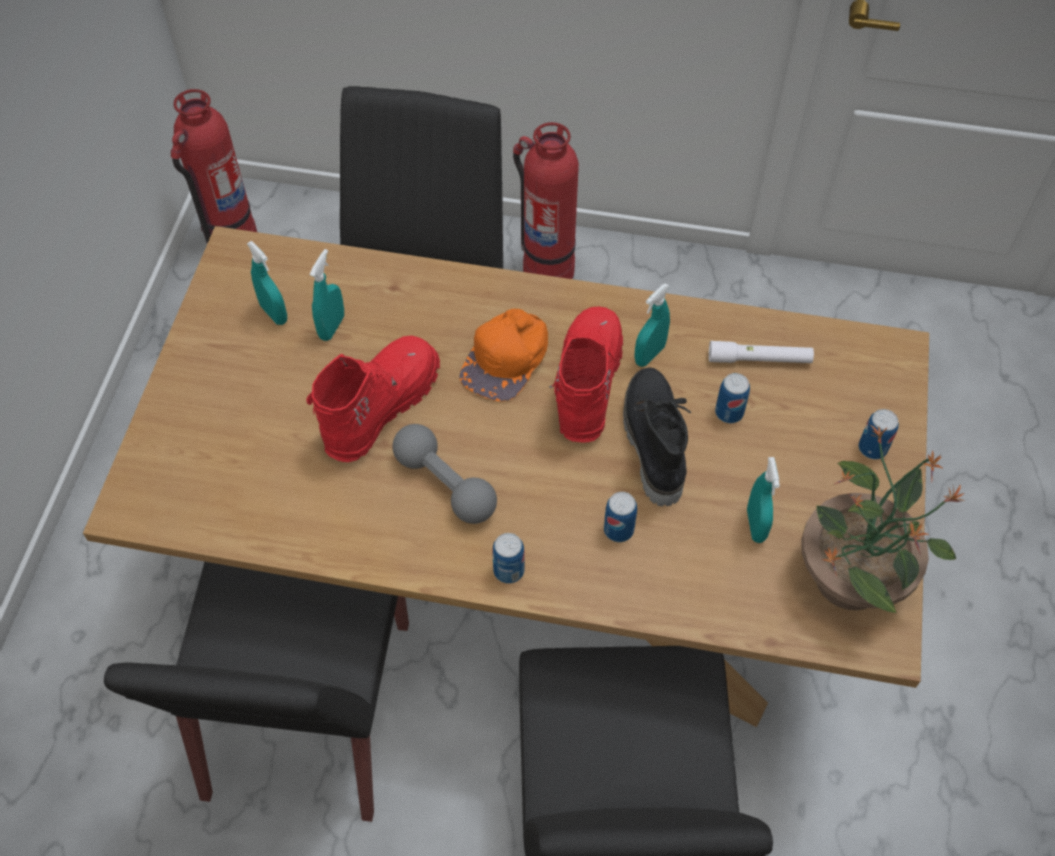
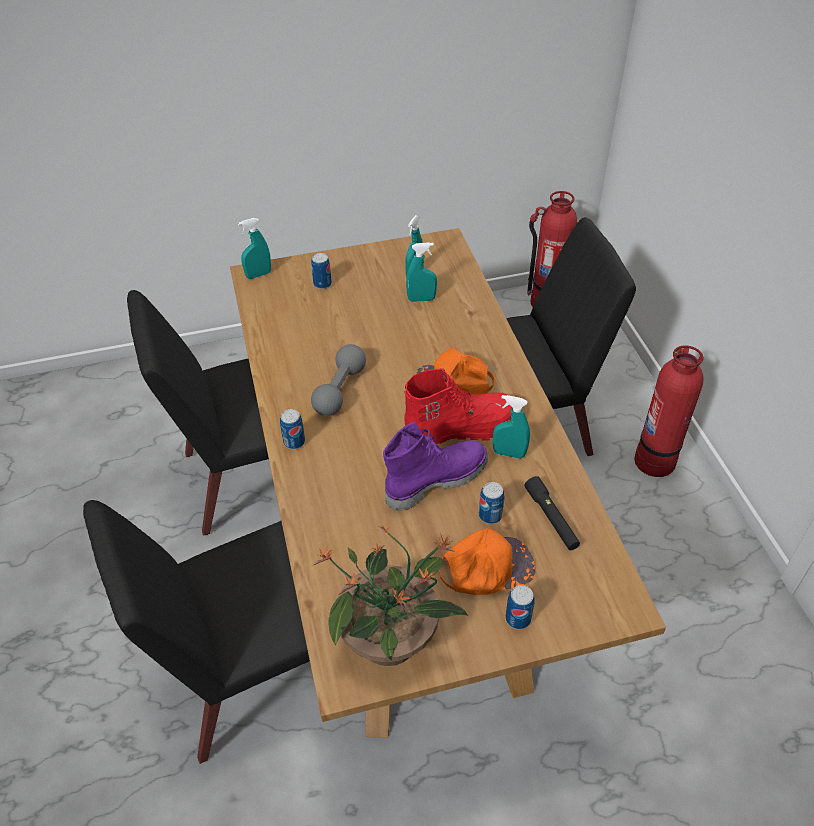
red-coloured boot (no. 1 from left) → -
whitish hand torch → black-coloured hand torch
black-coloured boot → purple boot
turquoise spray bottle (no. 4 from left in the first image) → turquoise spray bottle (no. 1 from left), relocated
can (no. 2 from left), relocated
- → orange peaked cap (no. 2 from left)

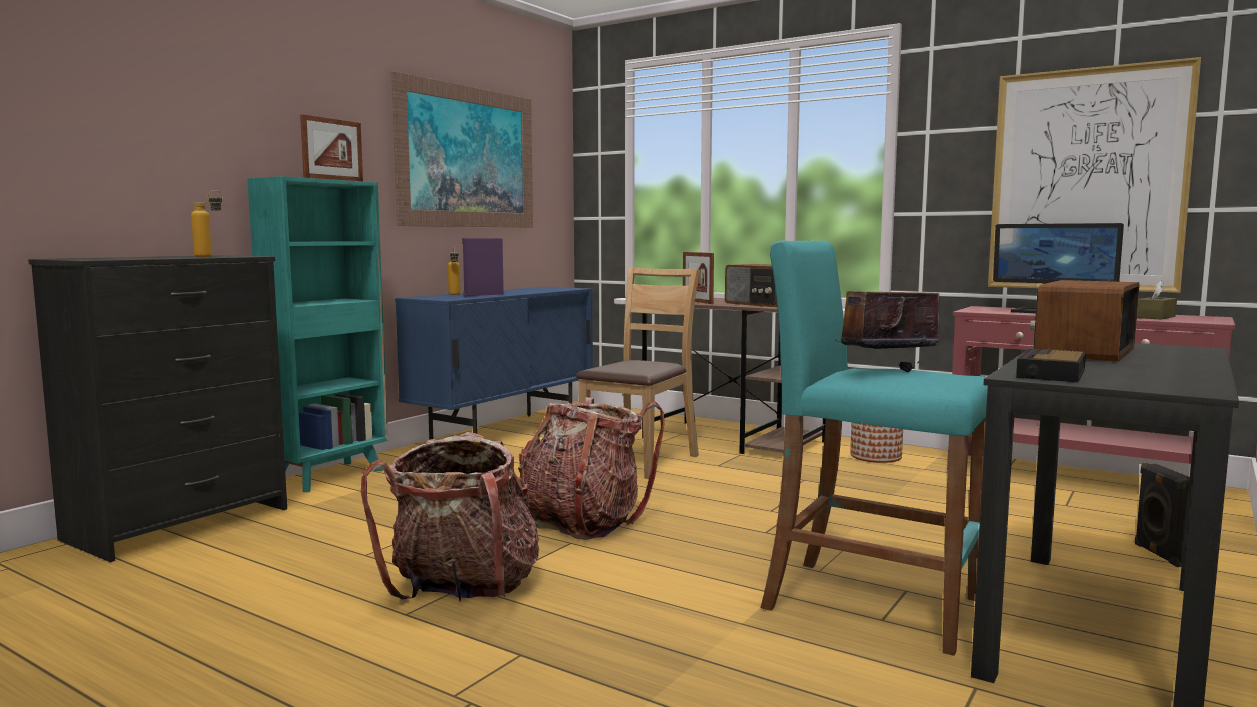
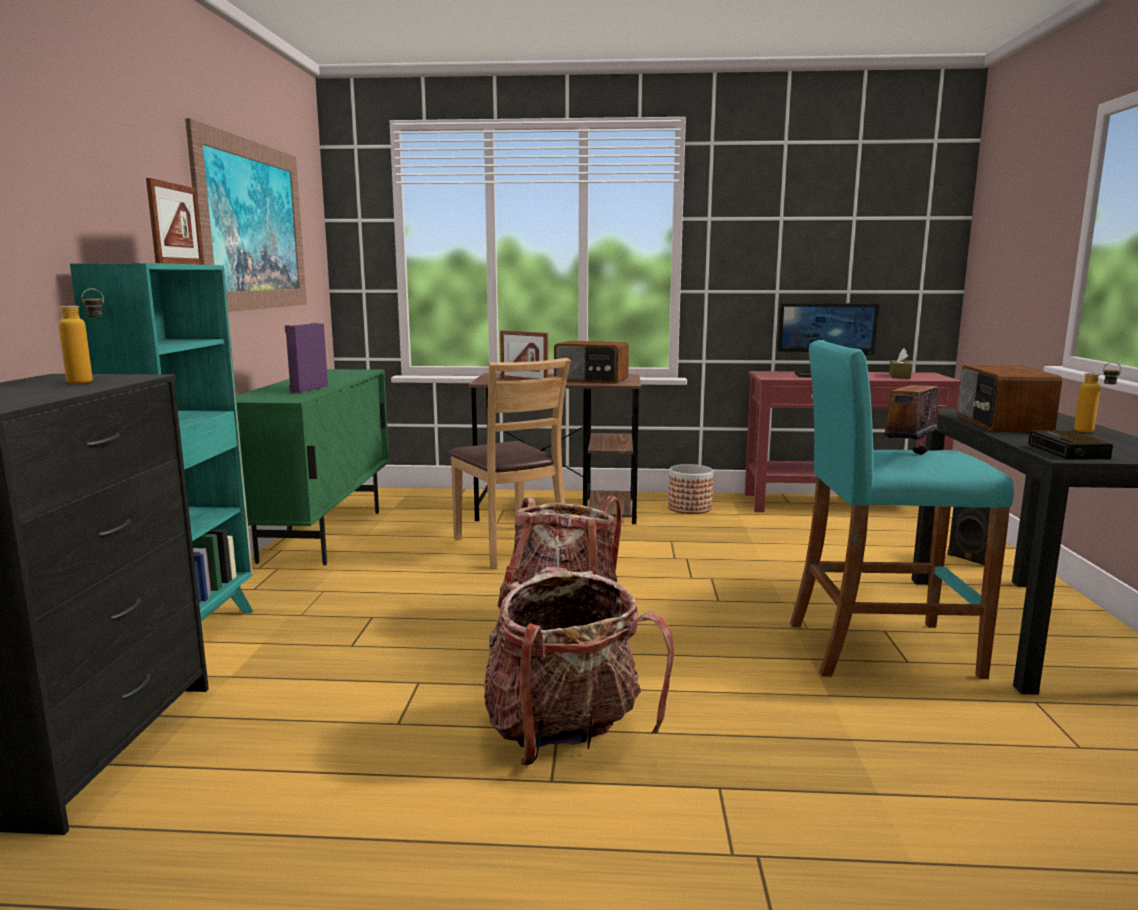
wall art (no. 2 from left) → -
drink bottle (no. 2 from left), relocated
brownish upright chair, 150 degrees clockwise
blue-coloured cabinet → green-coloured cabinet

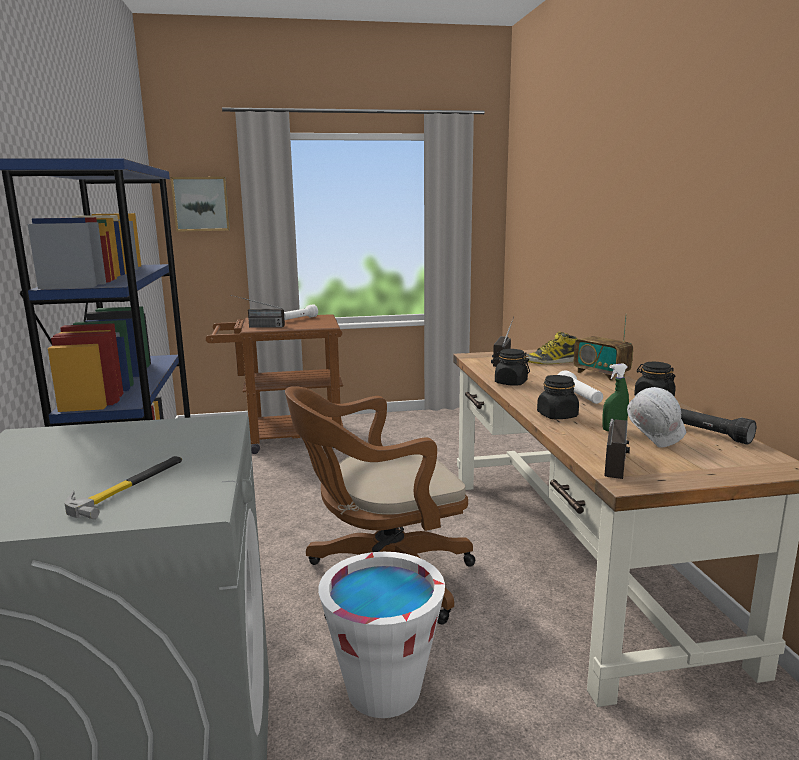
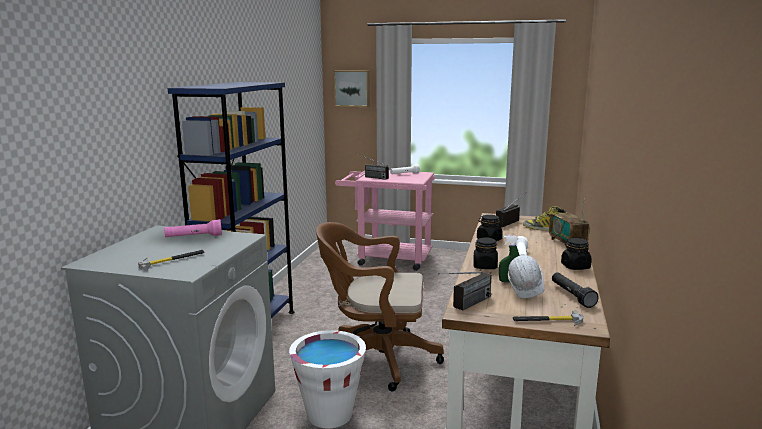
brownish trolley → pink-coloured trolley
- → pink-coloured hand torch
- → tool hammer (no. 2 from left)

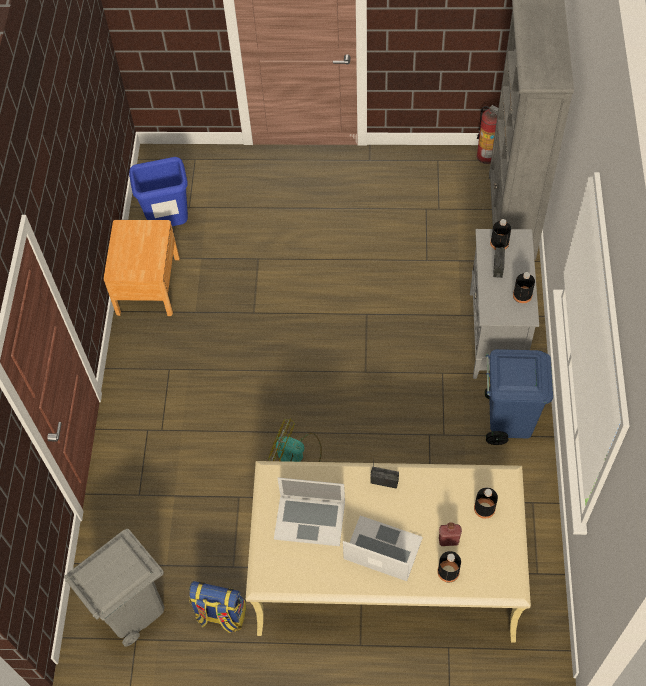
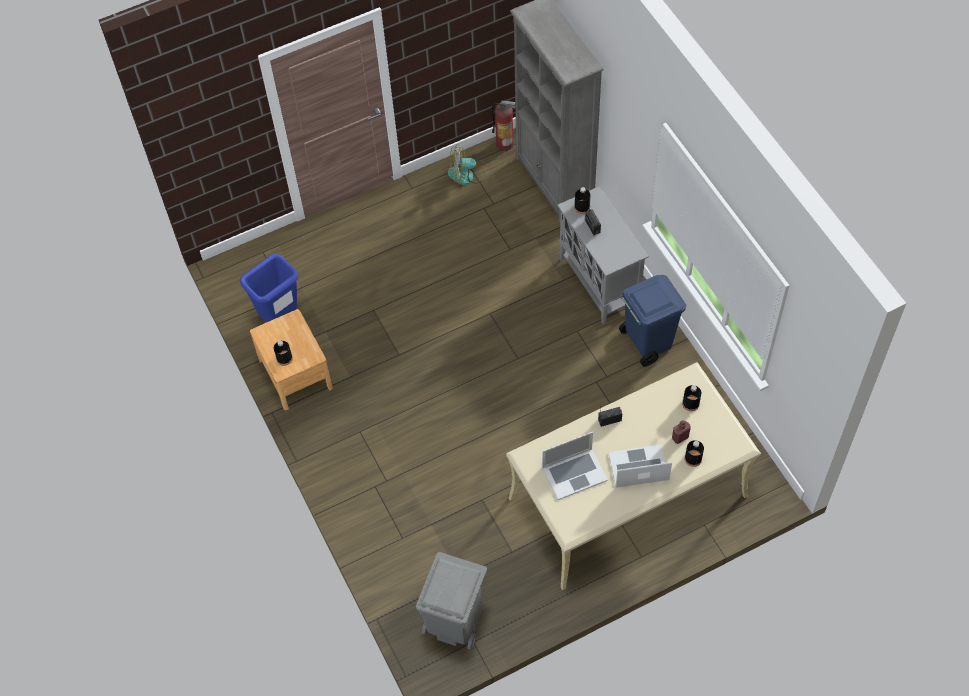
black-coloured drink bottle (no. 4 from left in the first image) → black-coloured drink bottle (no. 1 from left), relocated
fan, relocated
knapsack → -

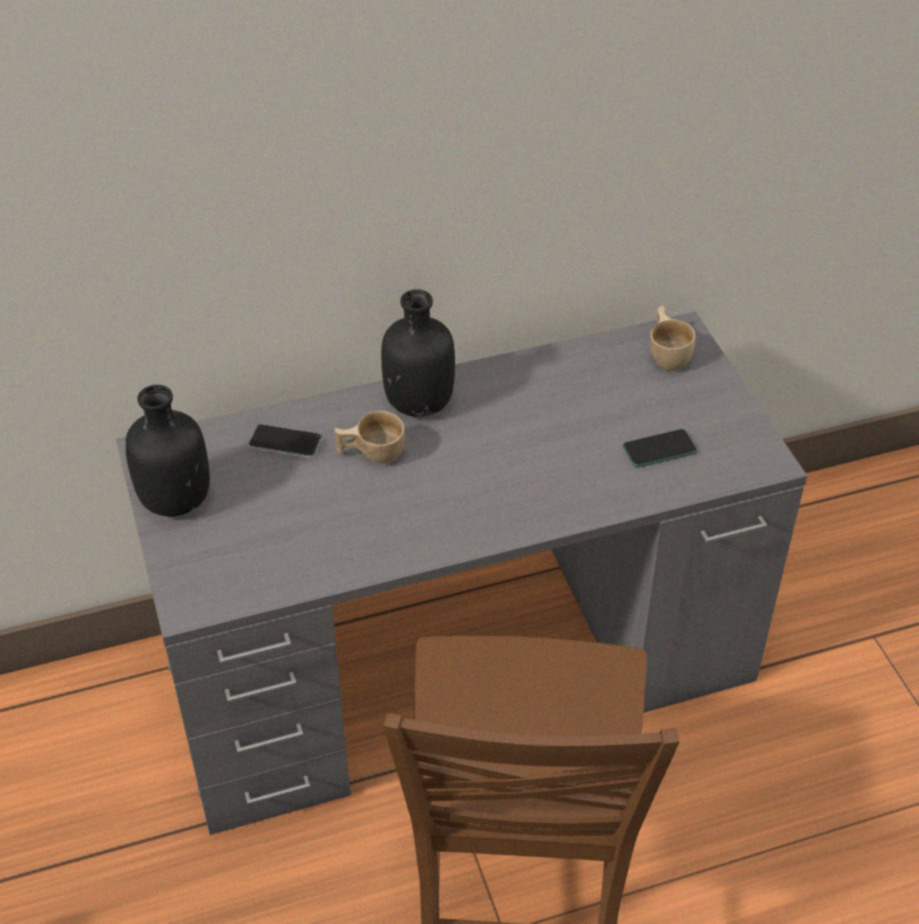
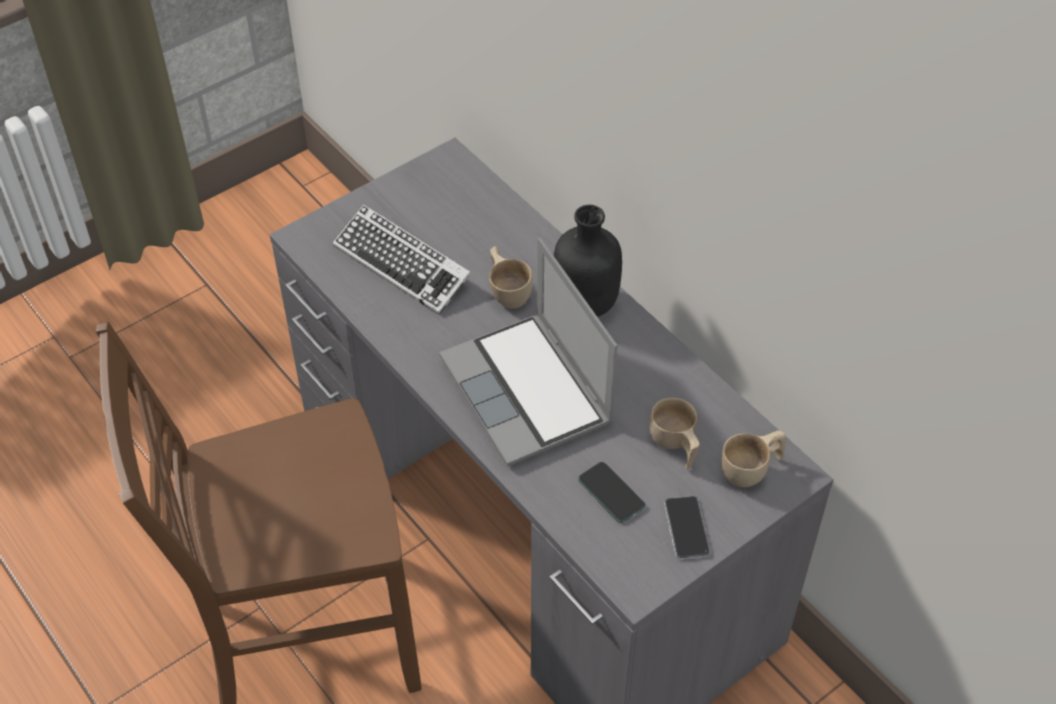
black-coloured drink bottle (no. 1 from left) → -
phone (no. 1 from left in the first image) → phone (no. 2 from left), relocated
- → PC keyboard
- → laptop
- → sand-coloured small cup (no. 2 from left)

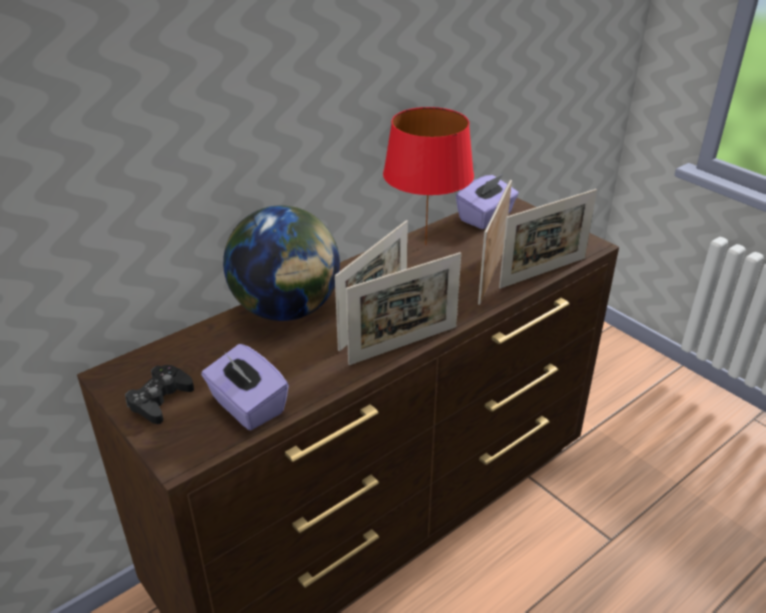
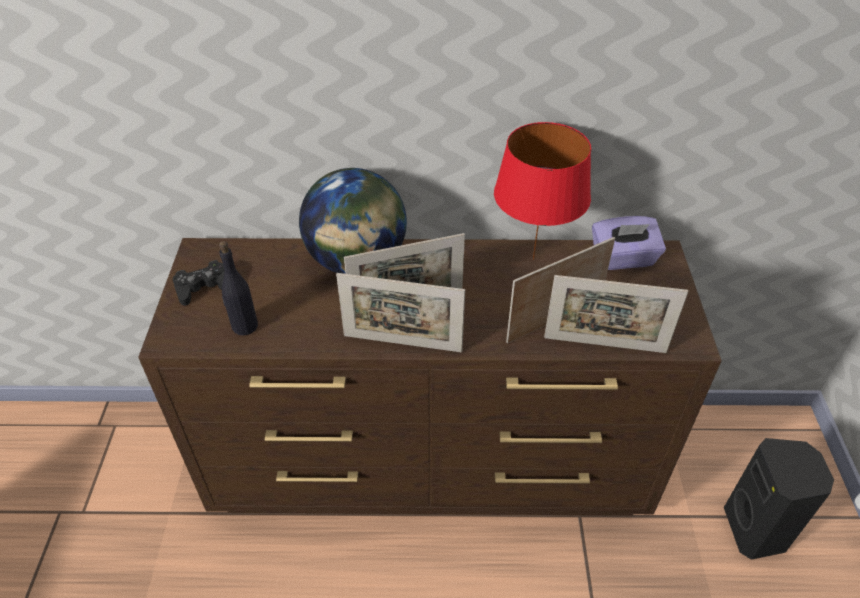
purple tissue holder (no. 1 from left) → black-coloured drink bottle
- → black-coloured audio speaker

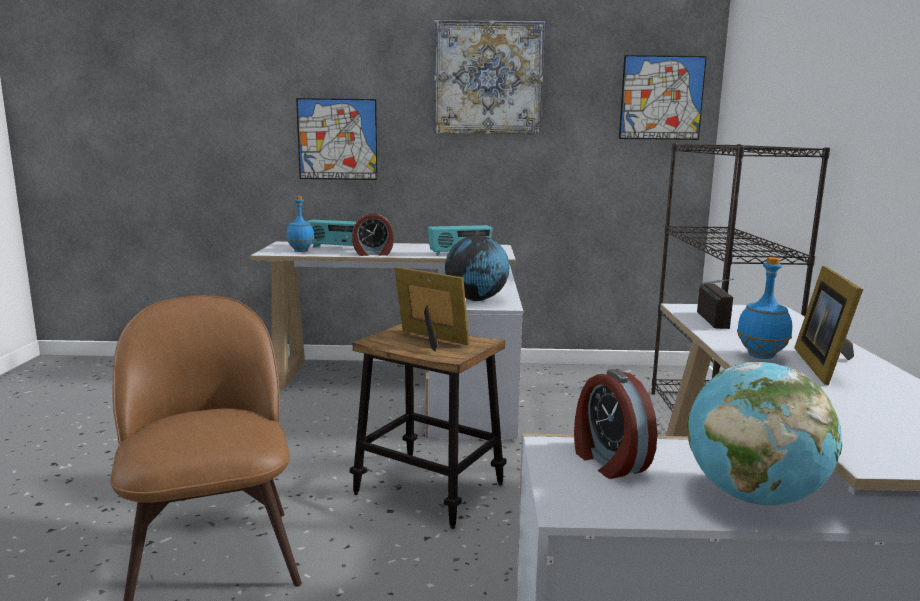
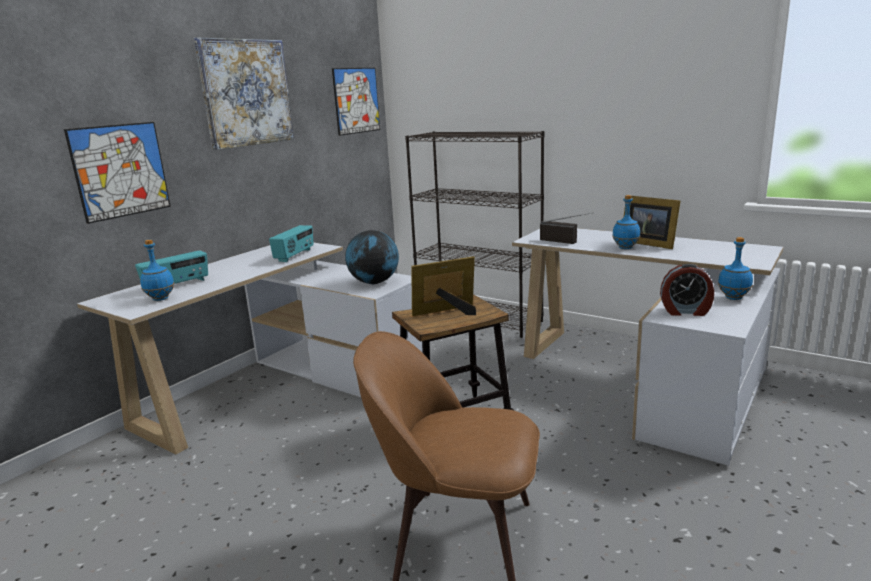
bedside clock (no. 1 from left) → -
globe (no. 2 from left) → blue-coloured drink bottle (no. 3 from left)

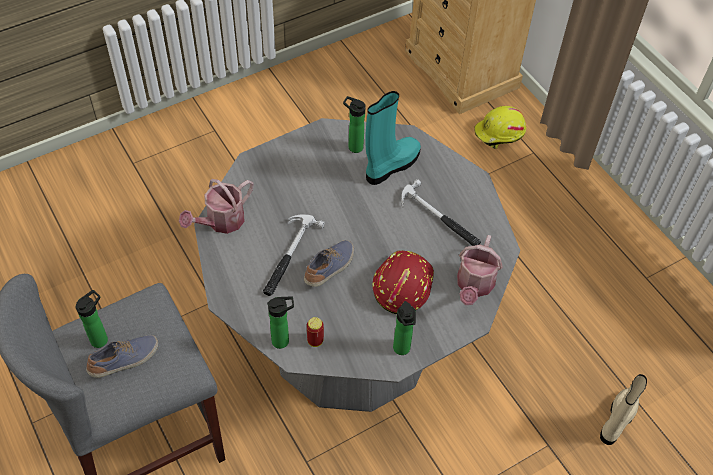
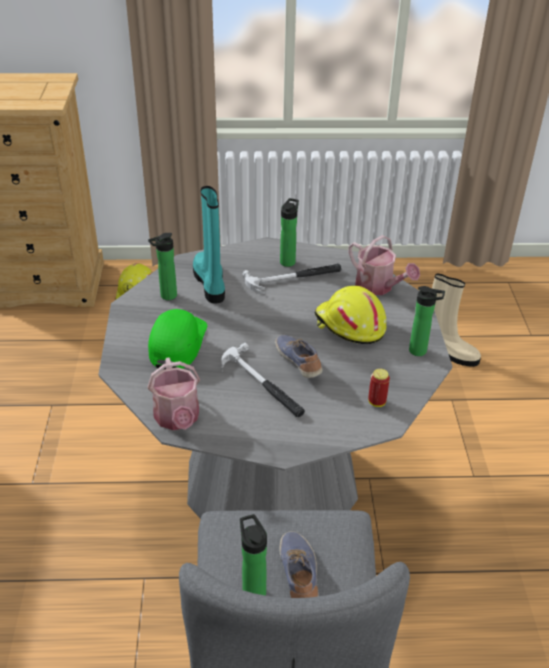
red-coloured safety helmet → yellow safety helmet (no. 2 from left)
drink bottle (no. 2 from left in the first image) → drink bottle (no. 3 from left), relocated
sand-coloured boot, 150 degrees clockwise
- → green-coloured peaked cap

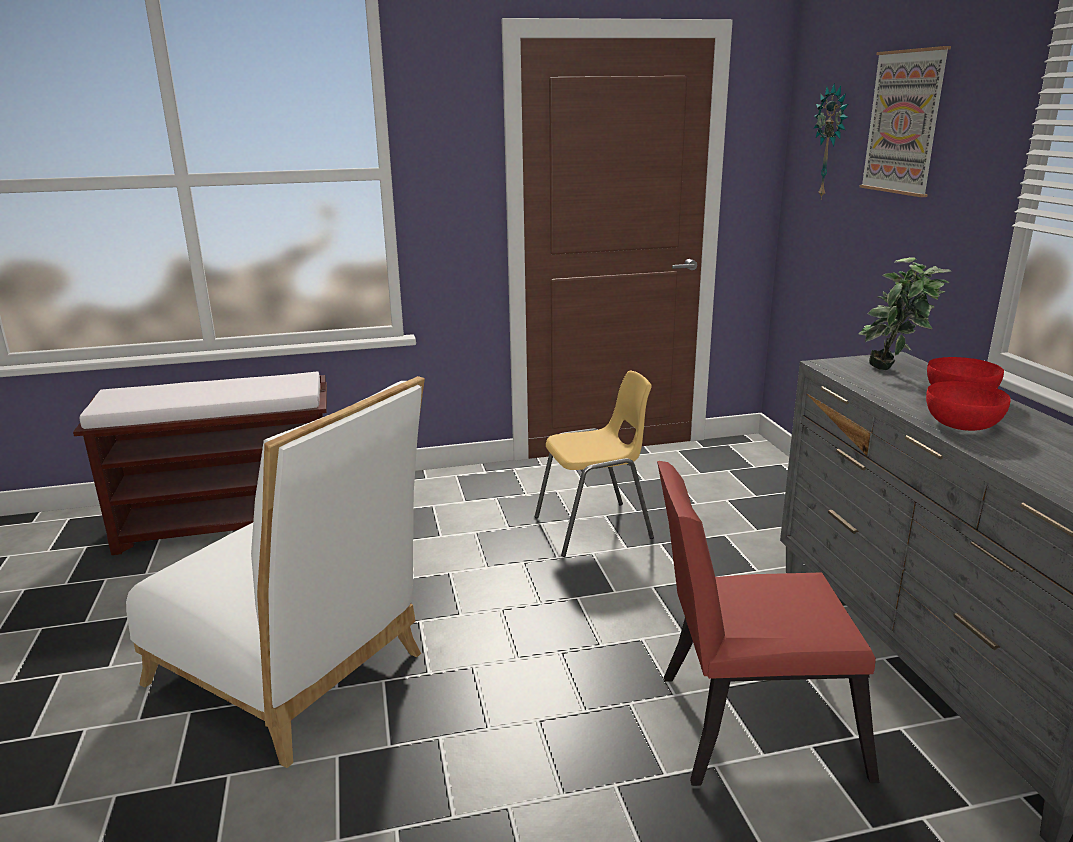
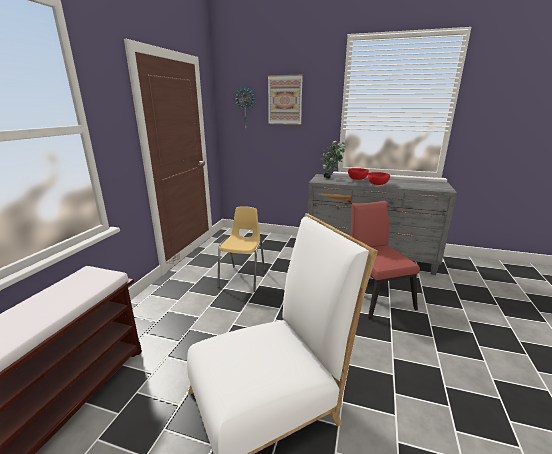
red-coloured upright chair, 135 degrees clockwise

